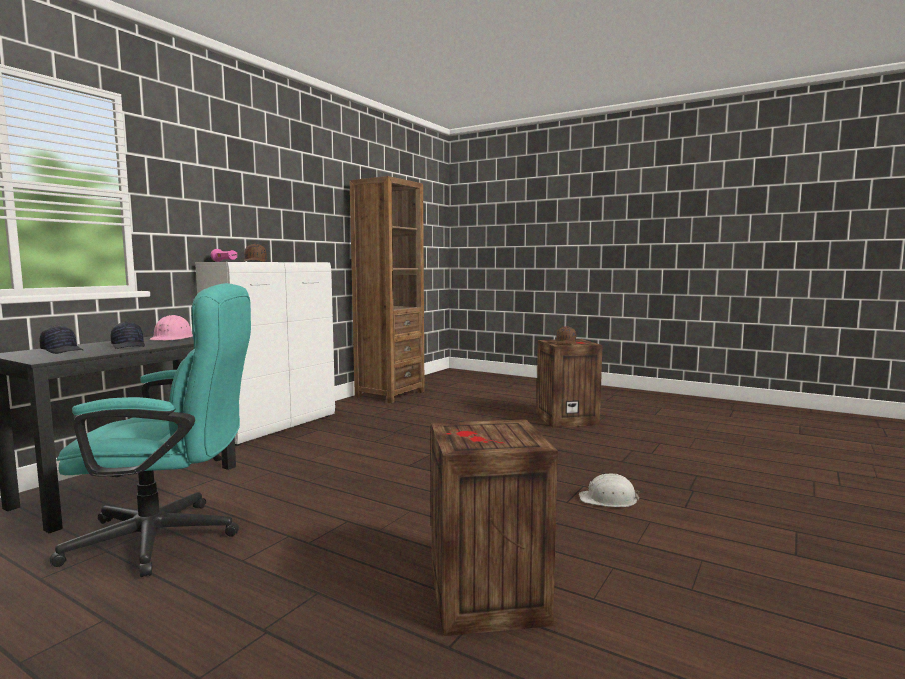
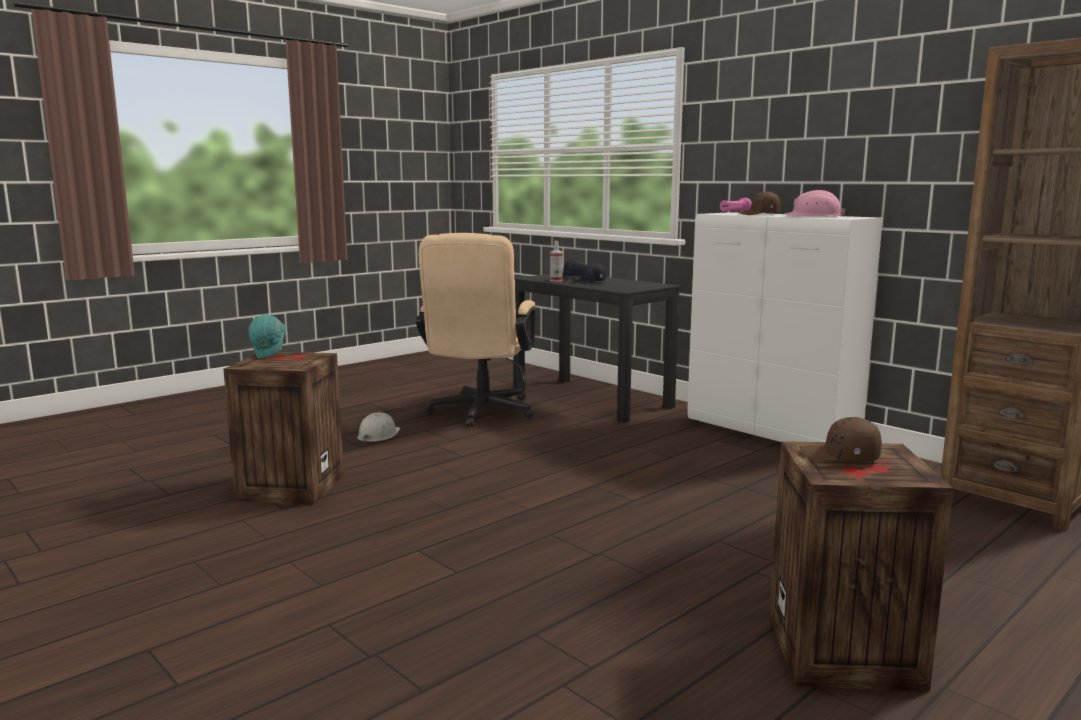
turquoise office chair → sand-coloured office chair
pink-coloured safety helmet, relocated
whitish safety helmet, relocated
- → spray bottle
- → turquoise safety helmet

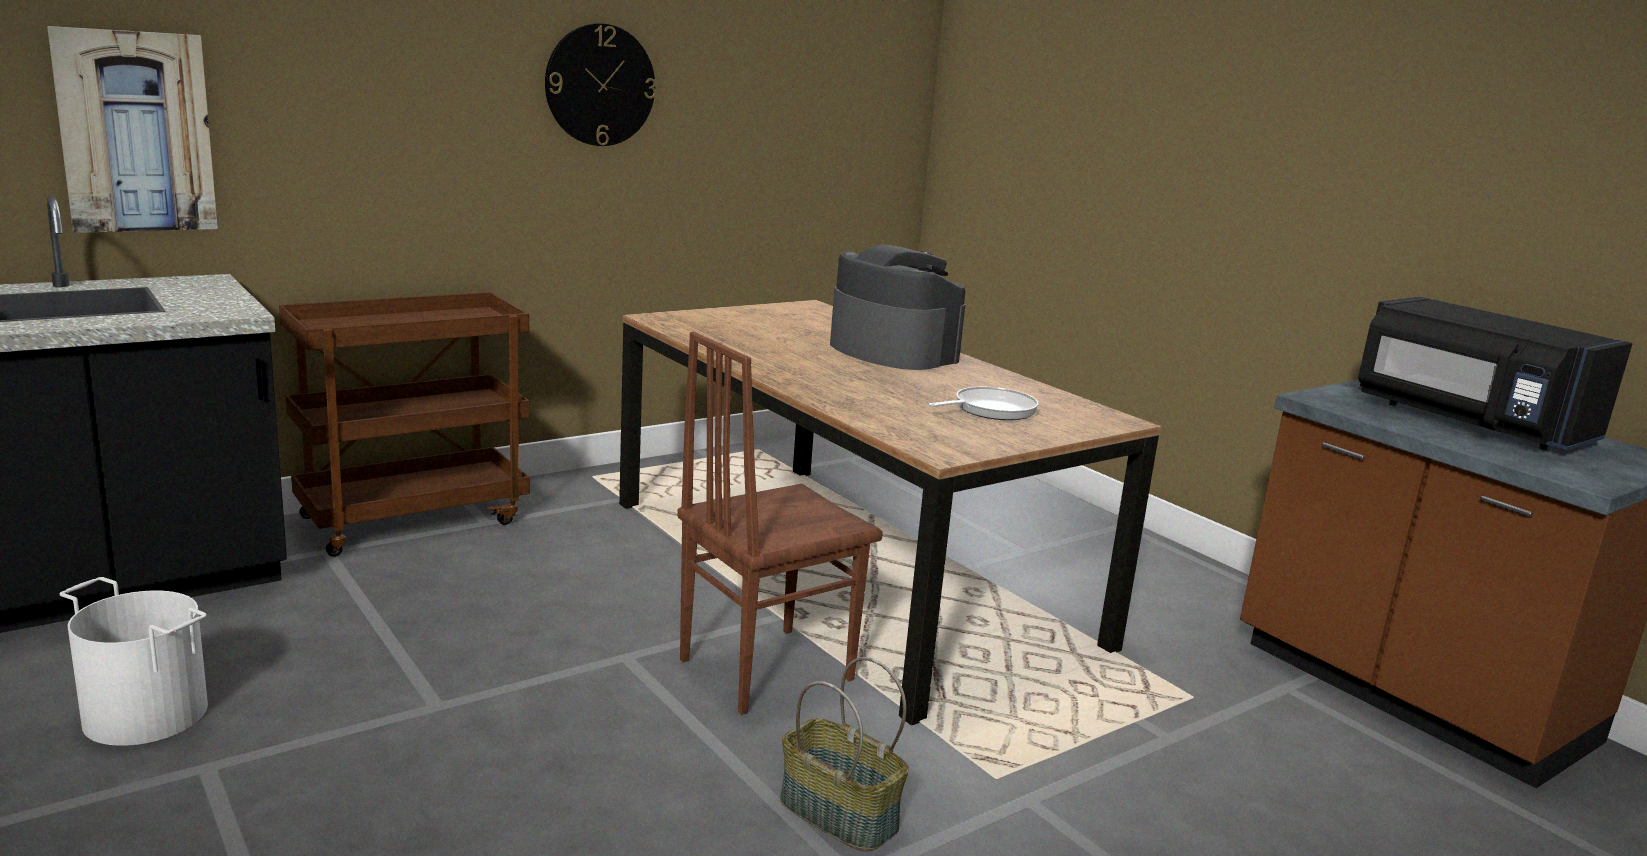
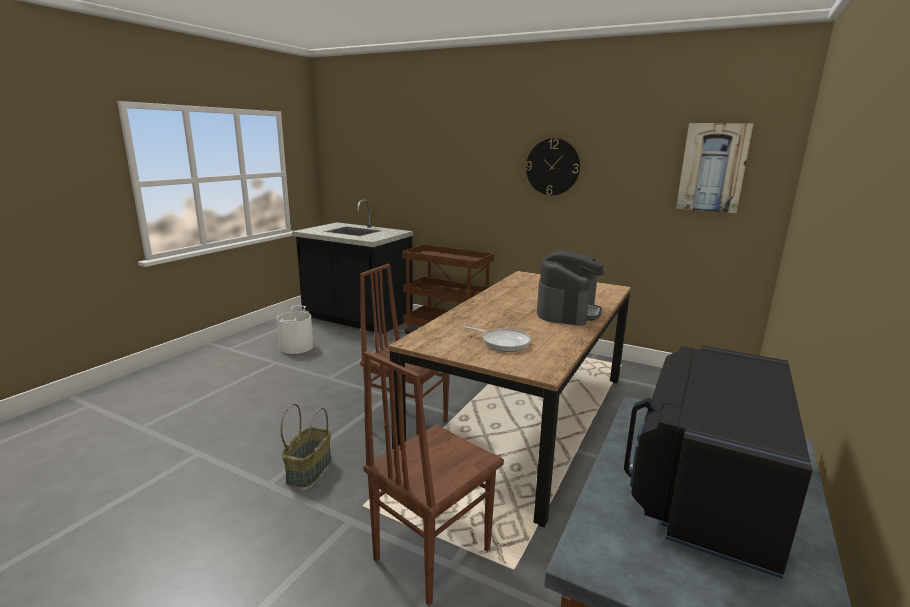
wall art, relocated
- → brownish upright chair (no. 2 from left)

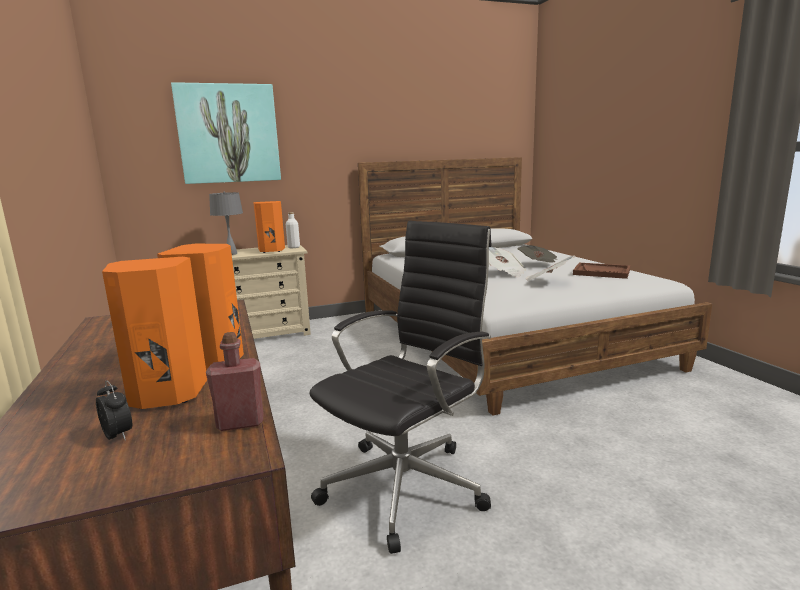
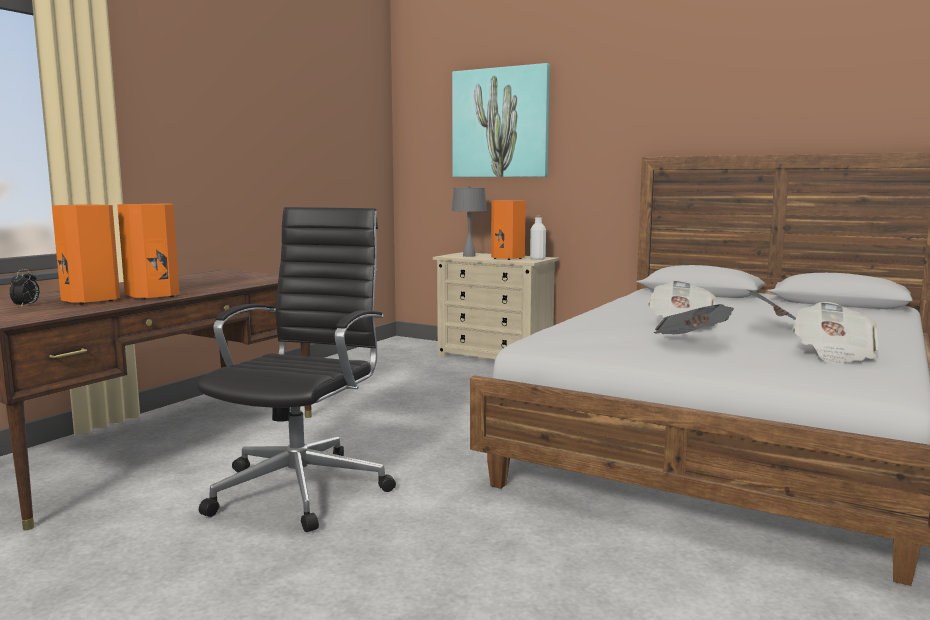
black-coloured office chair, 75 degrees counterclockwise
brownish tray → daily paper (no. 4 from left)
red-coloured drink bottle → -

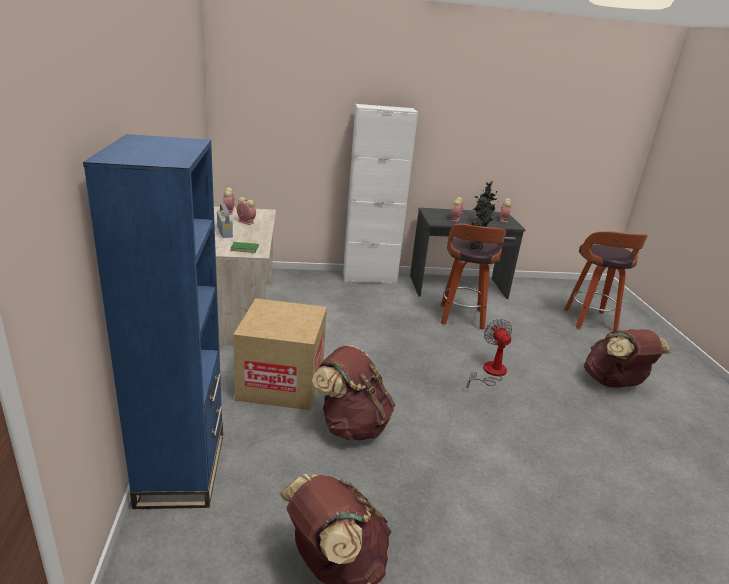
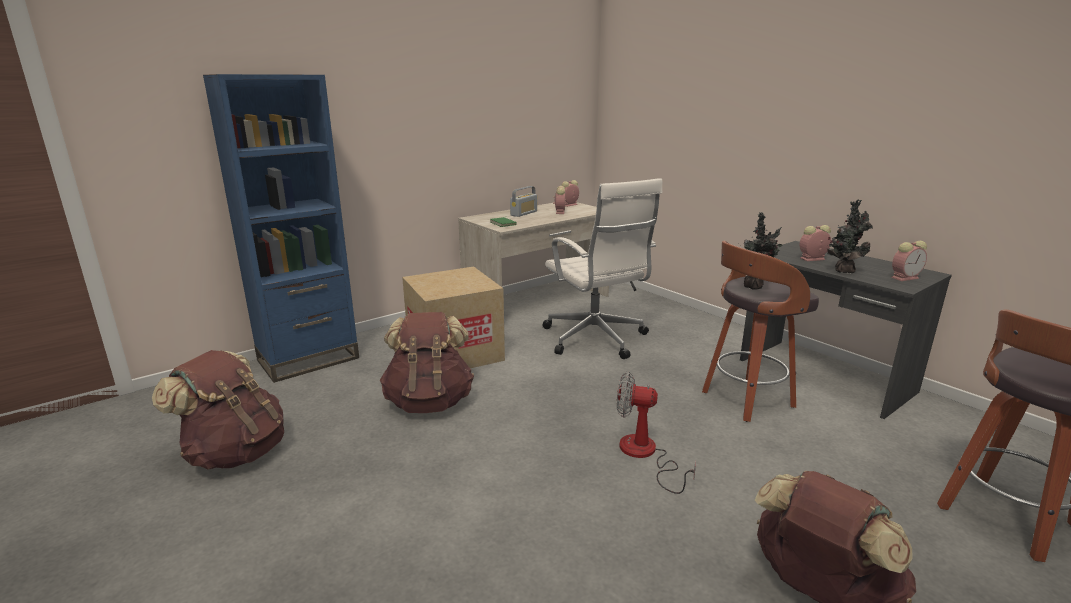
whitish cabinet → -
fan, 120 degrees counterclockwise
- → whitish office chair

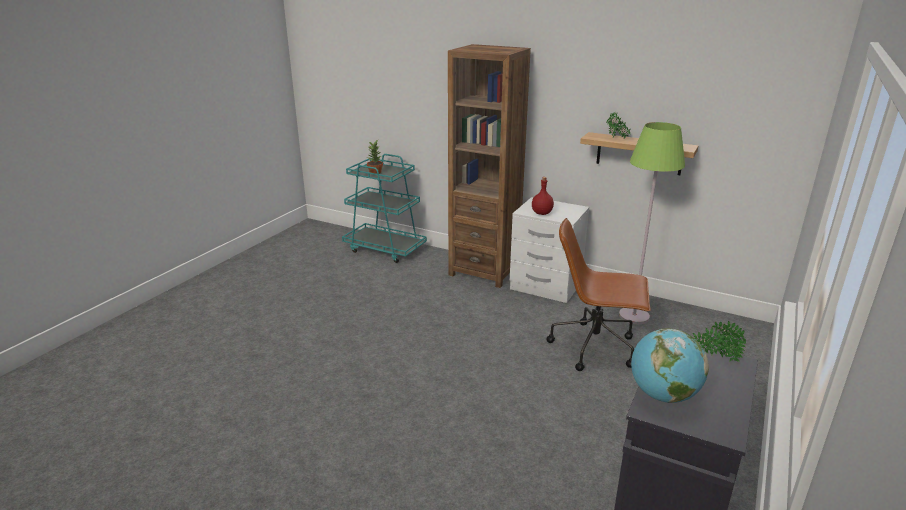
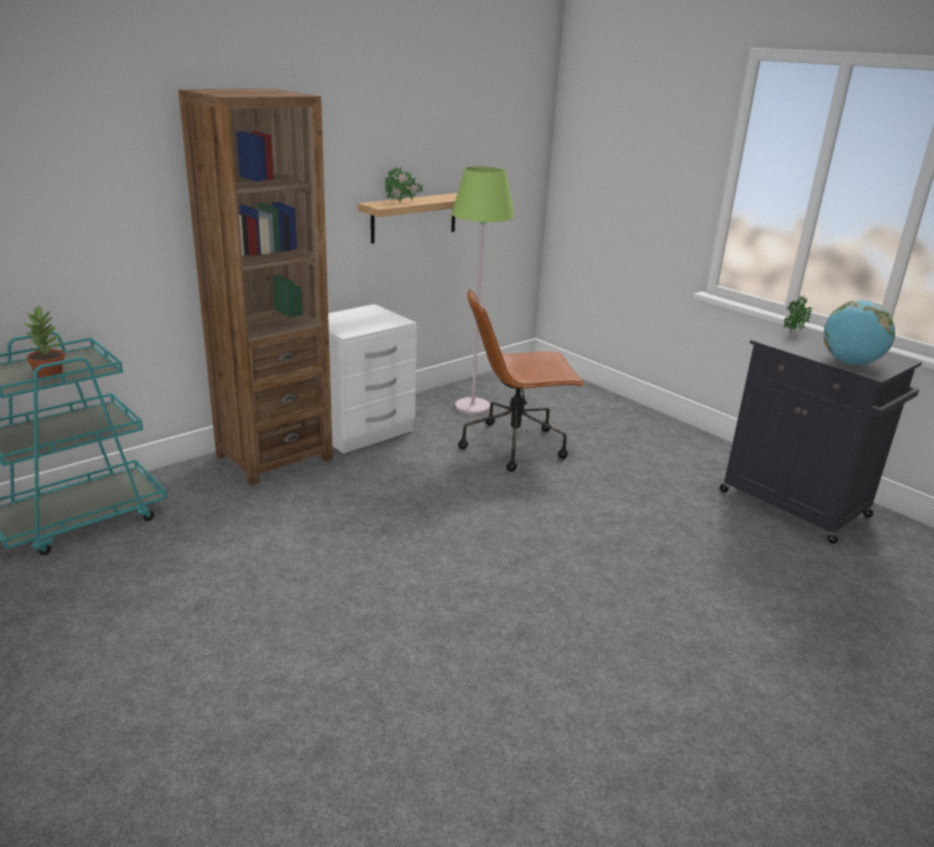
red-coloured drink bottle → -
brownish office chair, 45 degrees clockwise

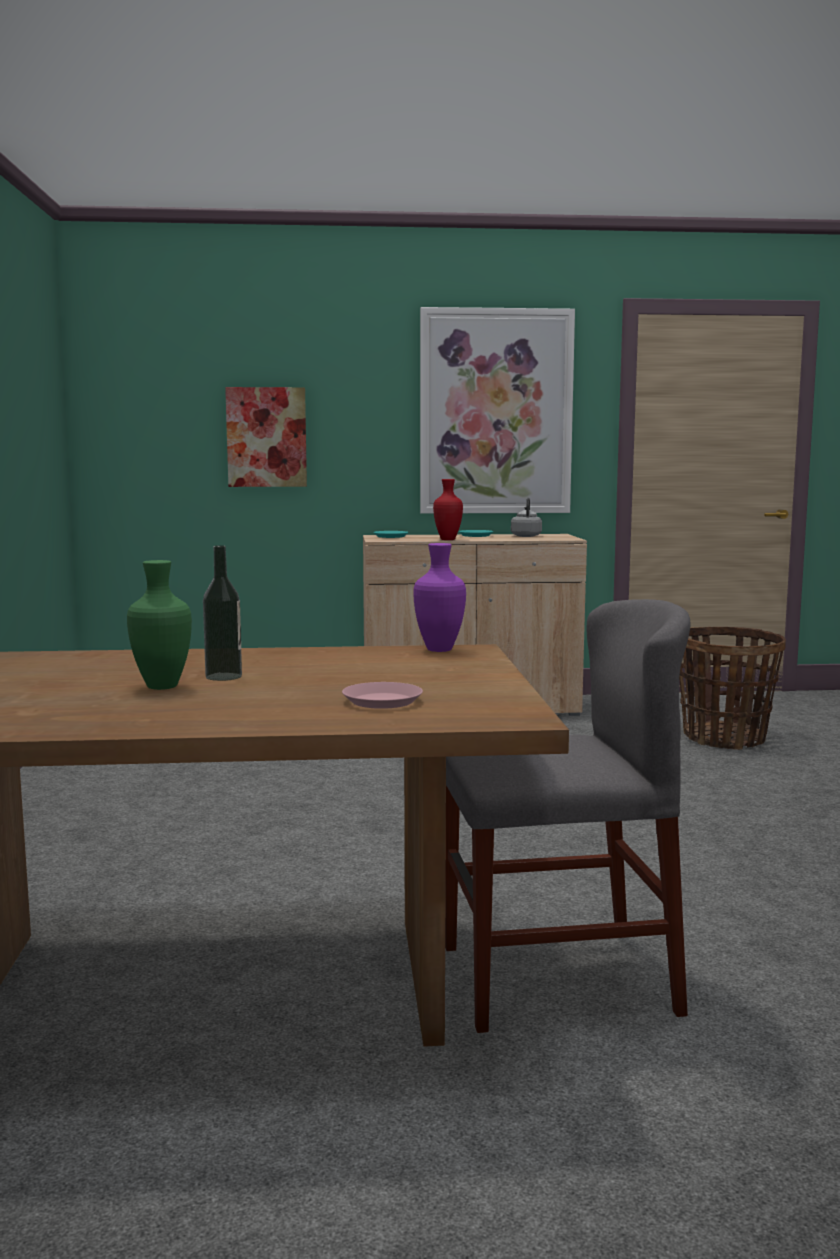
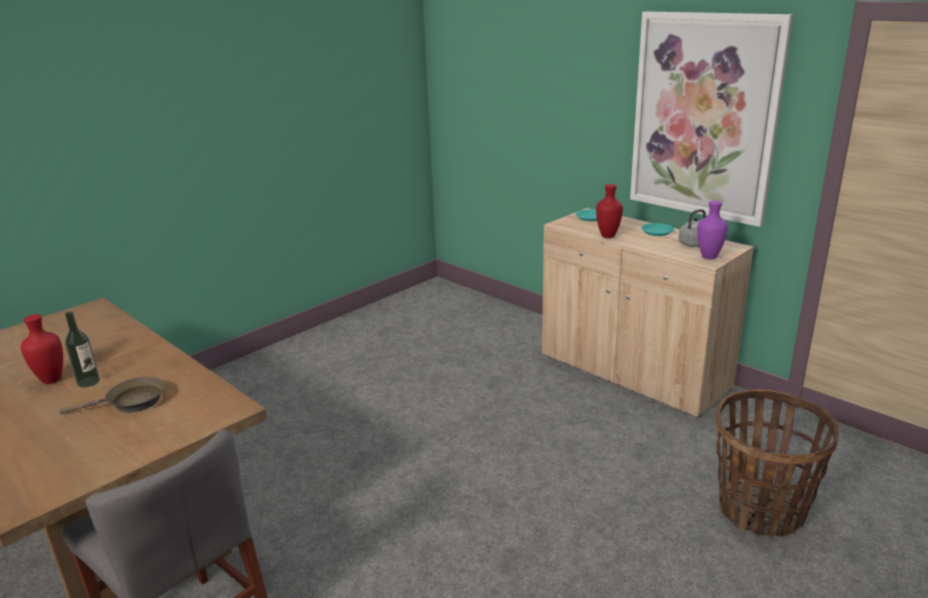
wall art (no. 1 from left) → -
purple vase, relocated
green-coloured vase → red-coloured vase (no. 1 from left)
pink-coloured flat dish → -
- → brownish frying pan

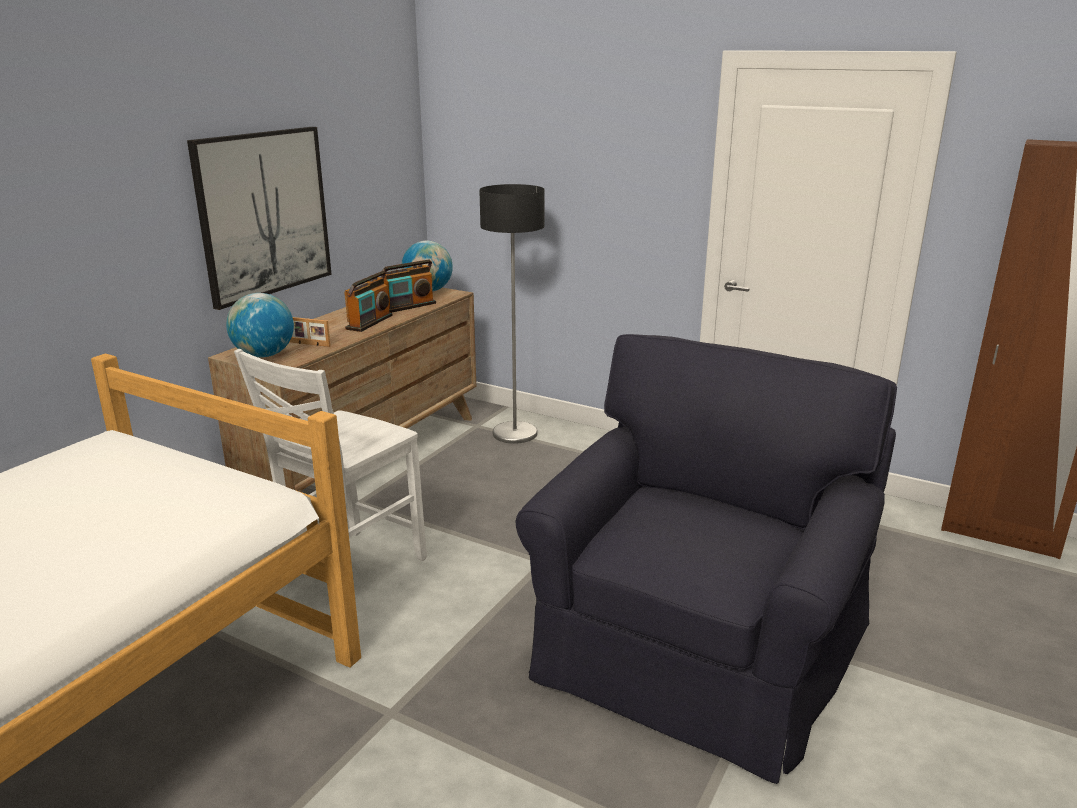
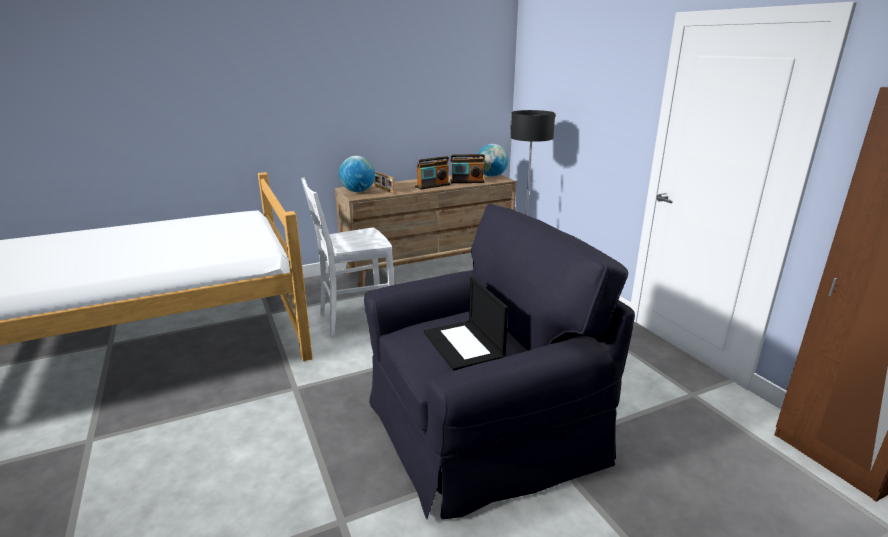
wall art → -
- → laptop

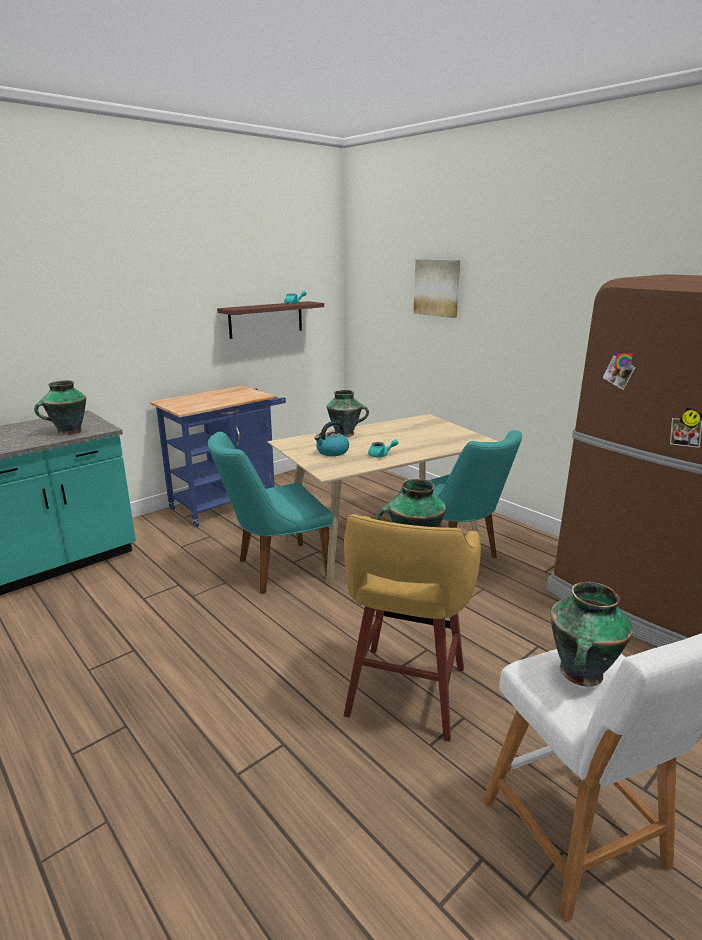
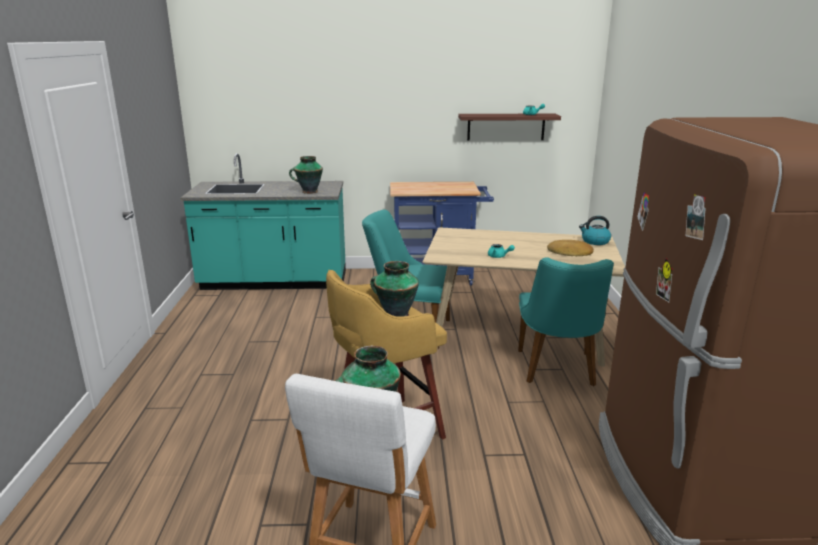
wall art → -
vase (no. 2 from left) → -
water kettle, relocated
- → baked bread

